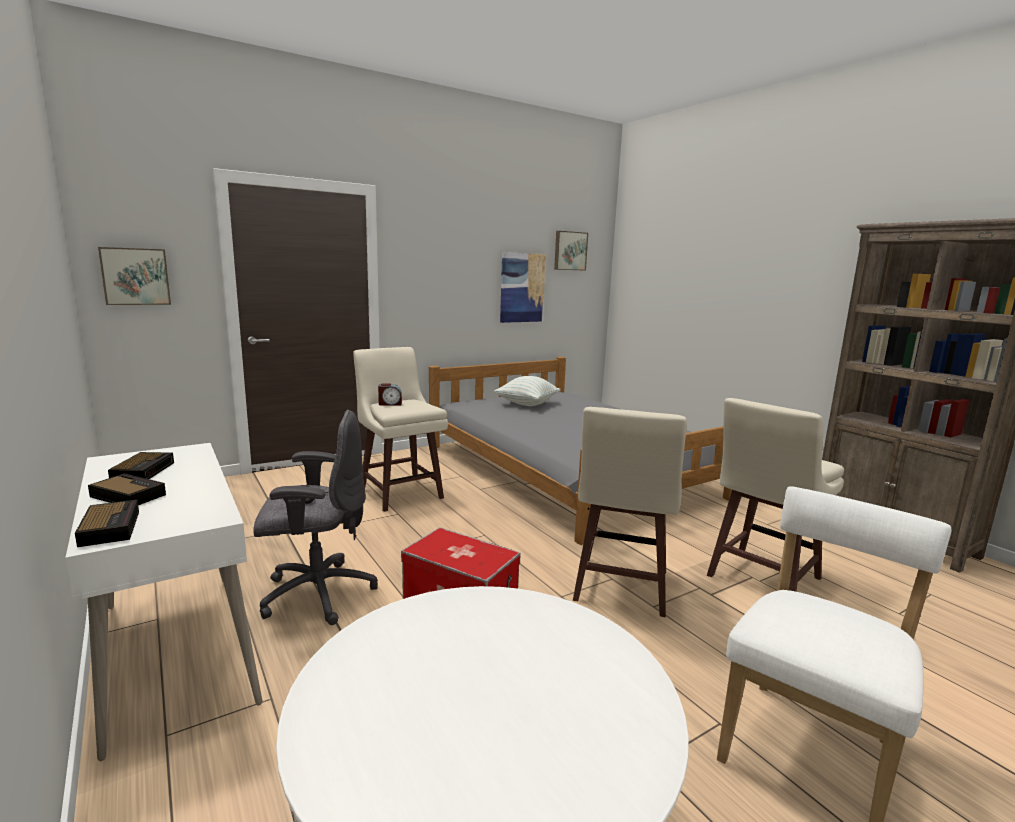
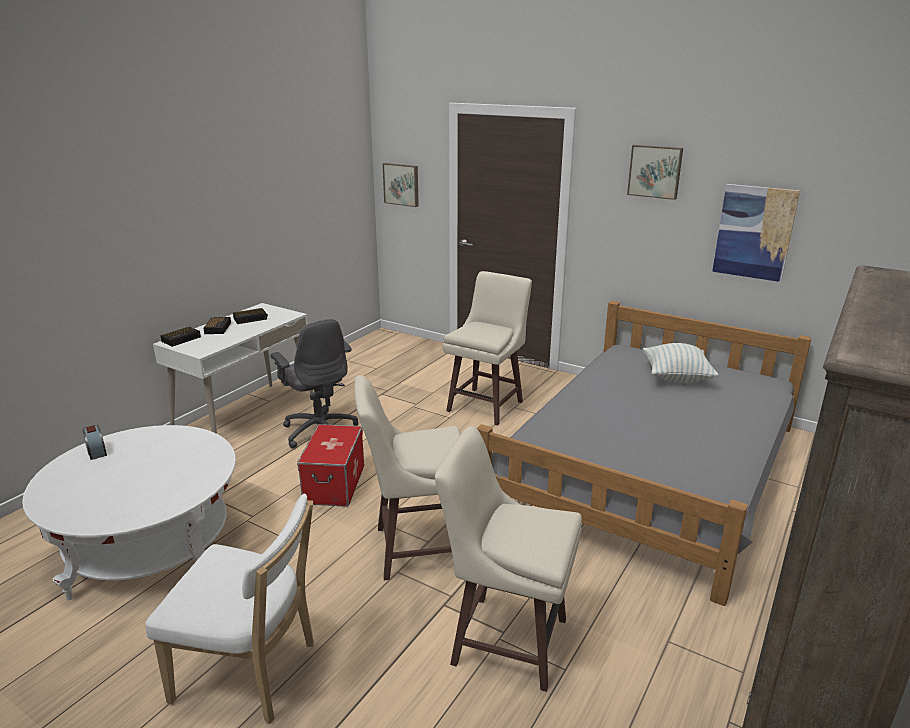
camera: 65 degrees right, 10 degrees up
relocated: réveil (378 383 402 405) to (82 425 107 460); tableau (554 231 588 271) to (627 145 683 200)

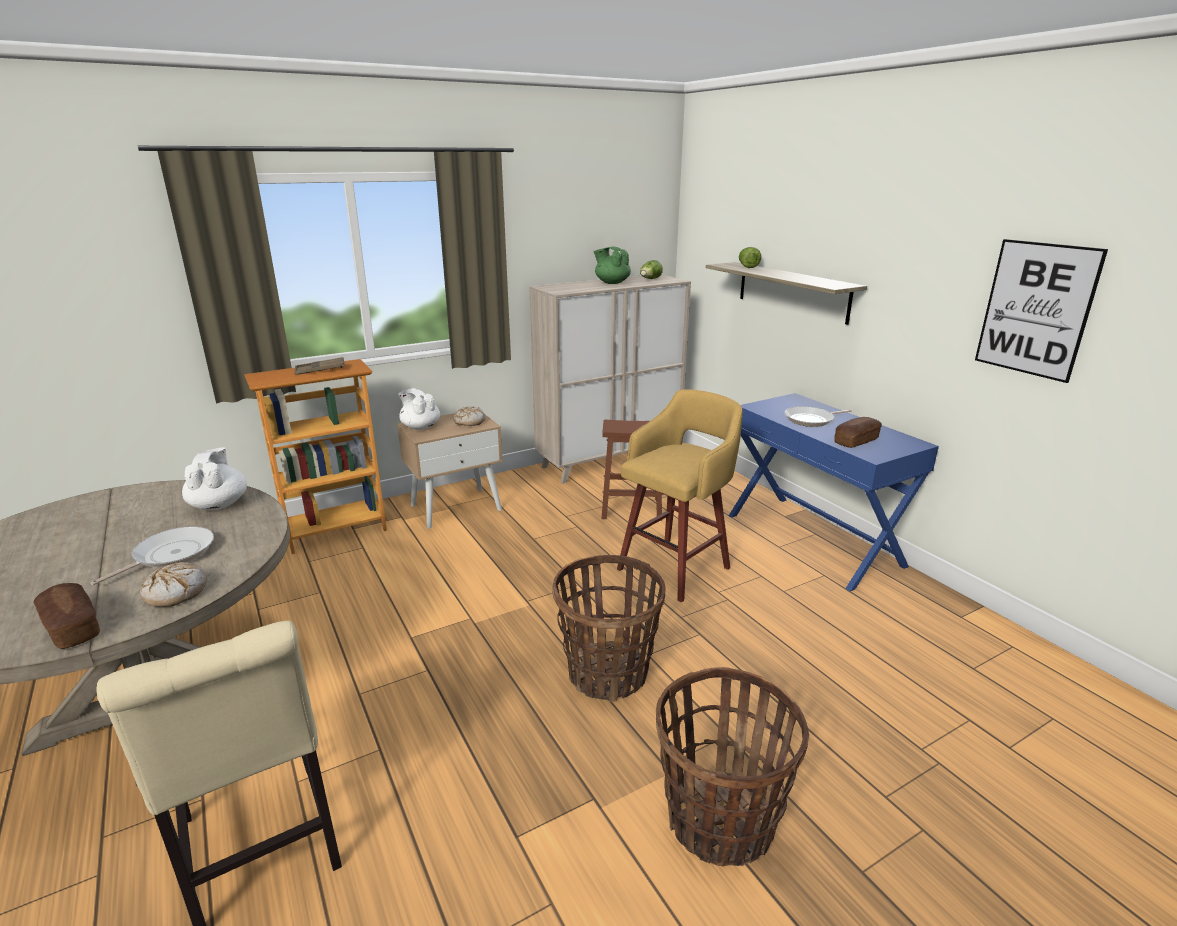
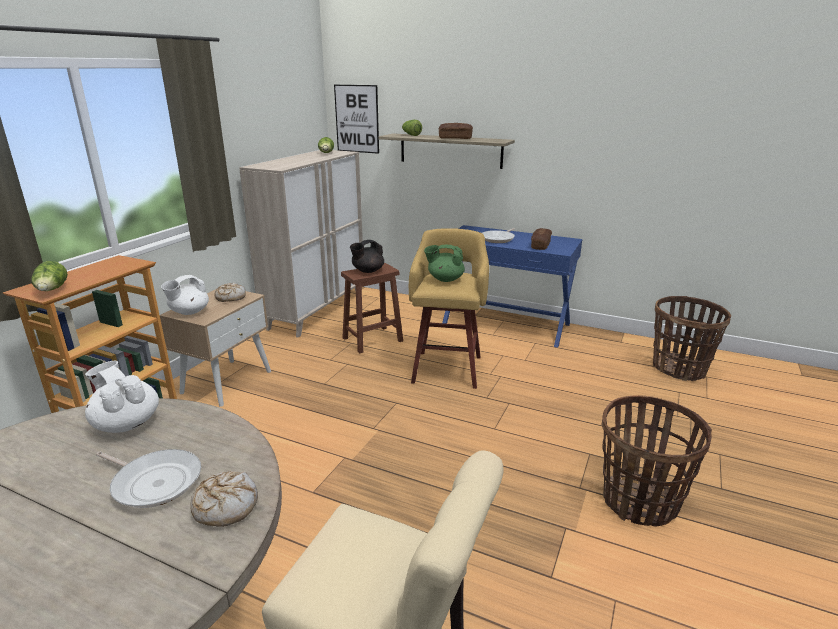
camera: 35 degrees left, 0 degrees up
missing: plateau [marron] (294 357 344 375)
appeared: laitue (31 261 68 291); théière [noir] (350 240 384 273)
relocated: pain (33 583 100 649) to (439 123 473 139); panier (552 555 666 702) to (653 296 731 381); théière [vert] (594 246 631 284) to (424 245 465 282); tableau (975 239 1108 383) to (334 85 379 154)
spun: poêle (91 526 214 585) = (96 449 201 508) 120 degrees clockwise; théière [blanc] (398 388 440 430) = (161 275 209 315) 60 degrees counterclockwise

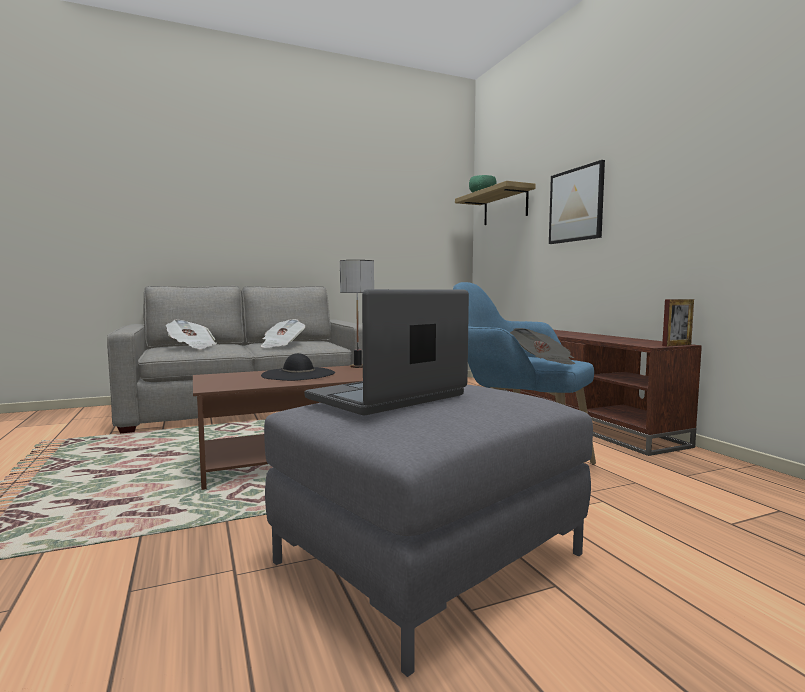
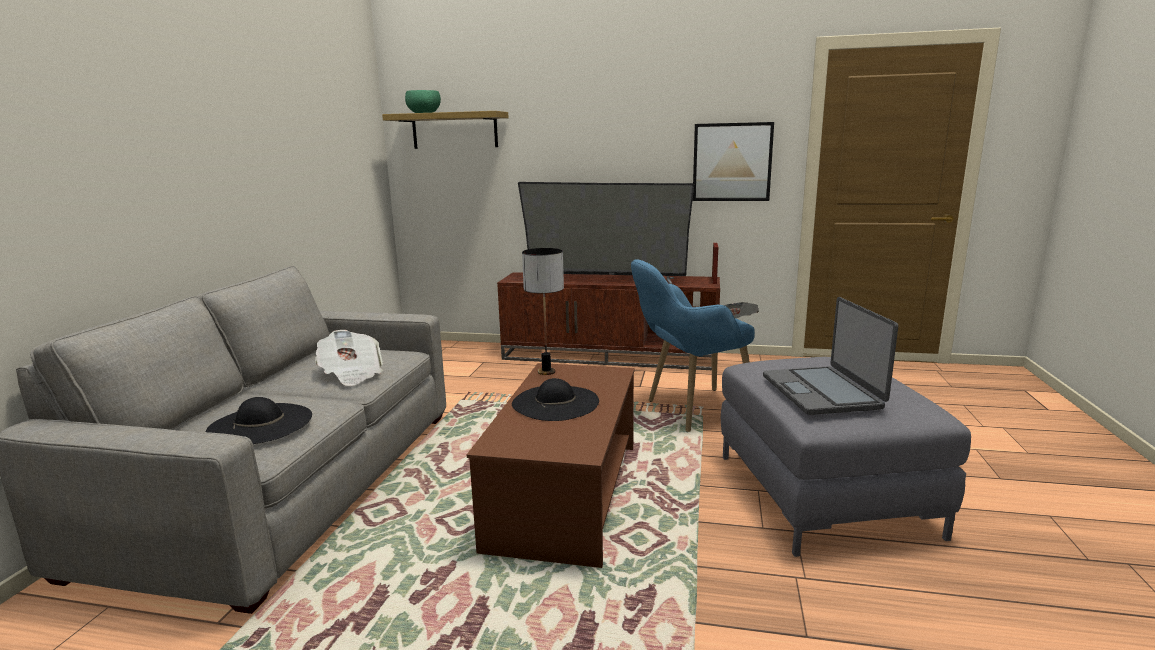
camera: 55 degrees left, 10 degrees up
appeared: téléviseur (518 182 694 284)
relocated: tableau (549 160 605 244) to (693 122 774 201)
exchanged: journal (166 320 217 349) to chapeau [noir] (206 397 312 444)

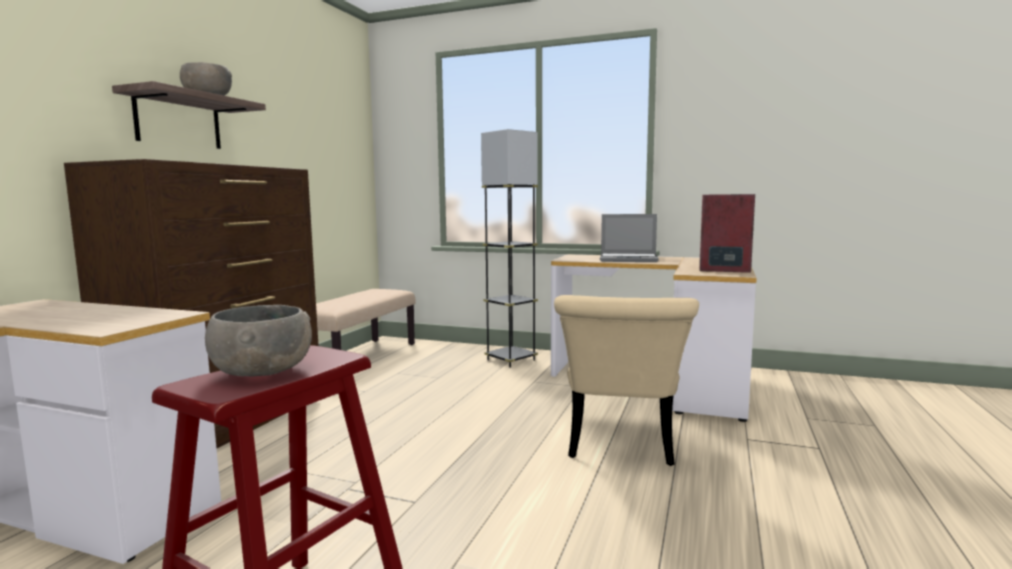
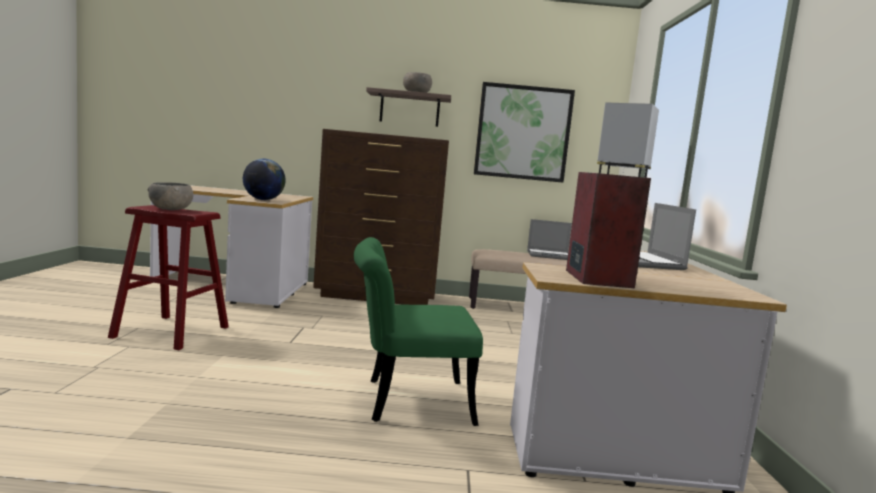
camera: 70 degrees right, 0 degrees up
appeared: globe (243 159 286 200); tableau (474 82 575 183); ordinateur portable (527 219 572 260)
colour: chaise [beige] (554 295 699 466) to chaise [vert] (354 237 483 426)

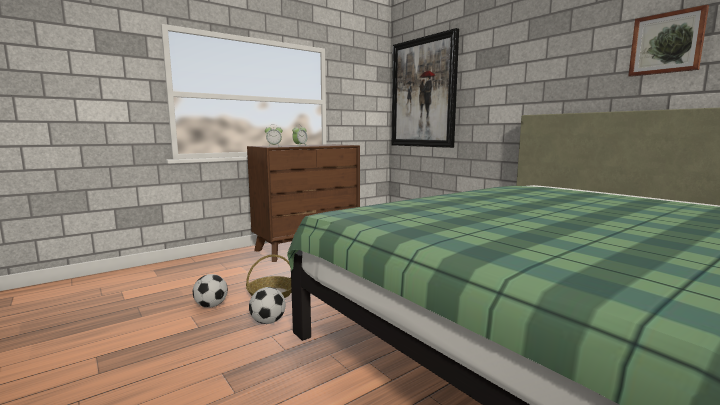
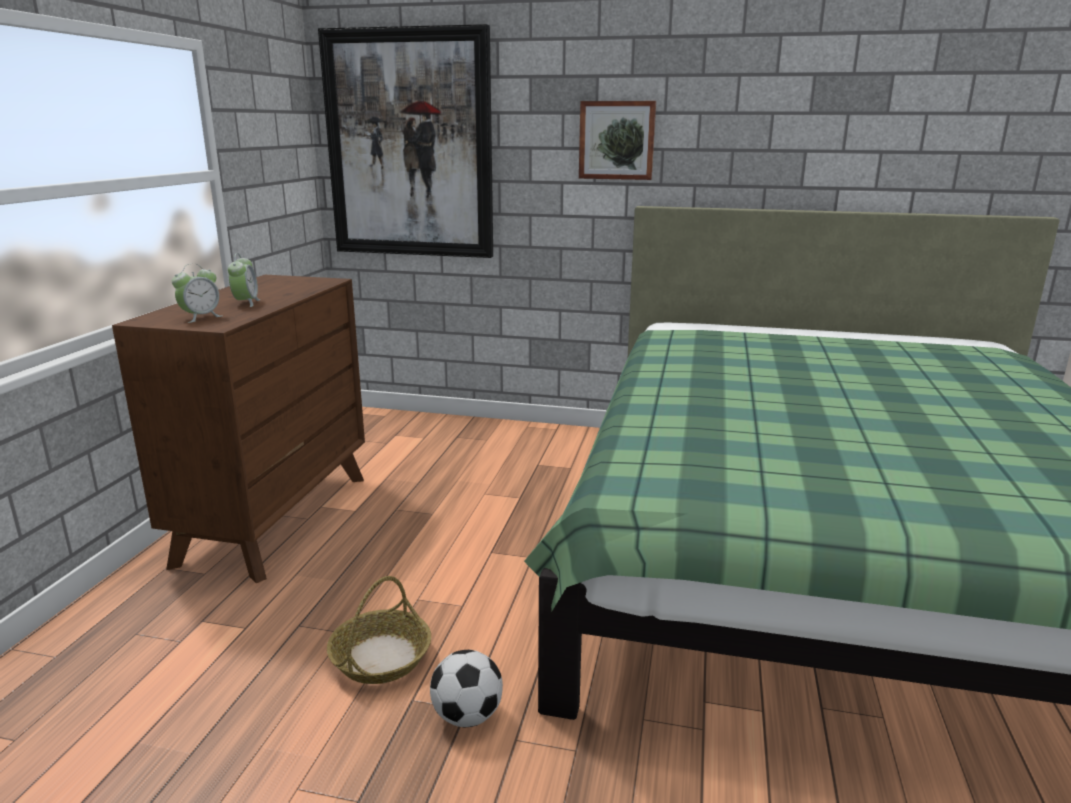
camera: 40 degrees left, 10 degrees up
missing: ballon de foot (193 274 228 308)
relocated: tableau (628 4 709 77) to (579 101 656 180)

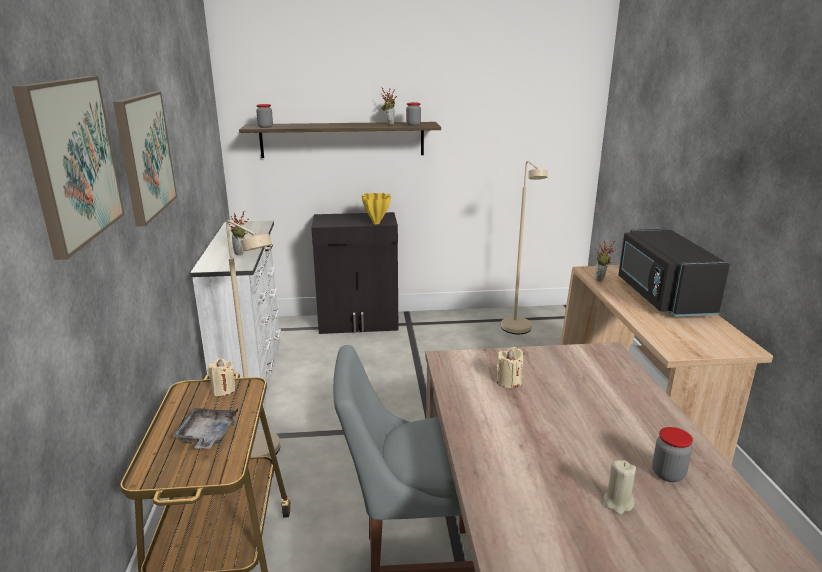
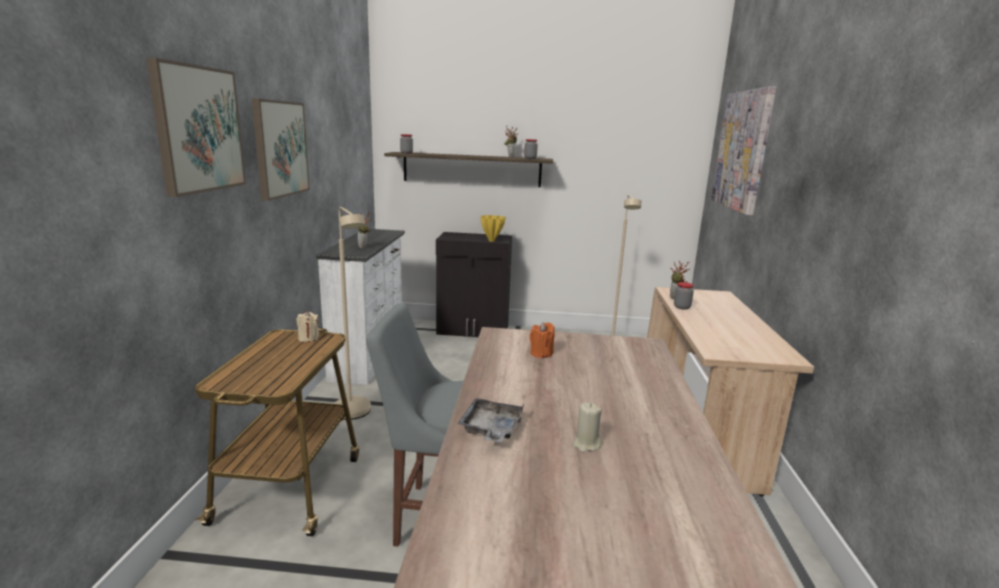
camera: 10 degrees right, 5 degrees down
missing: micro-ondes [noir] (618 229 730 317)
appeared: tableau (711 86 776 215)
relocated: plateau [gris] (172 408 238 449) to (457 398 524 442); bocal (652 427 693 482) to (674 282 694 309)
colour: bougie [beige] (496 347 523 389) to bougie [orange] (530 322 555 358)

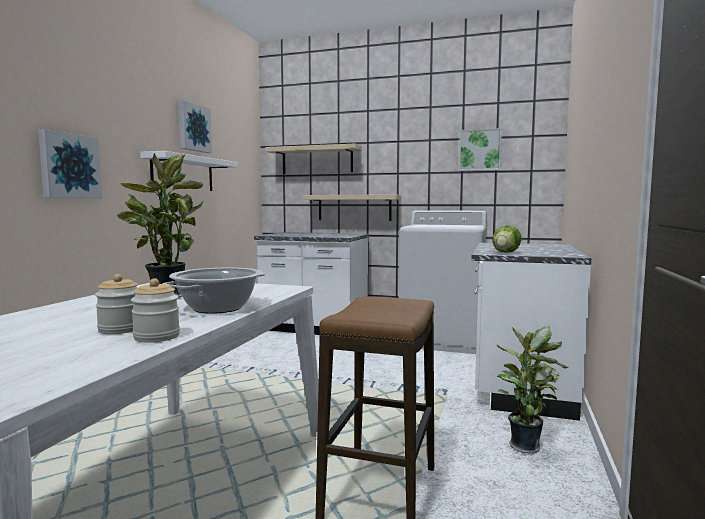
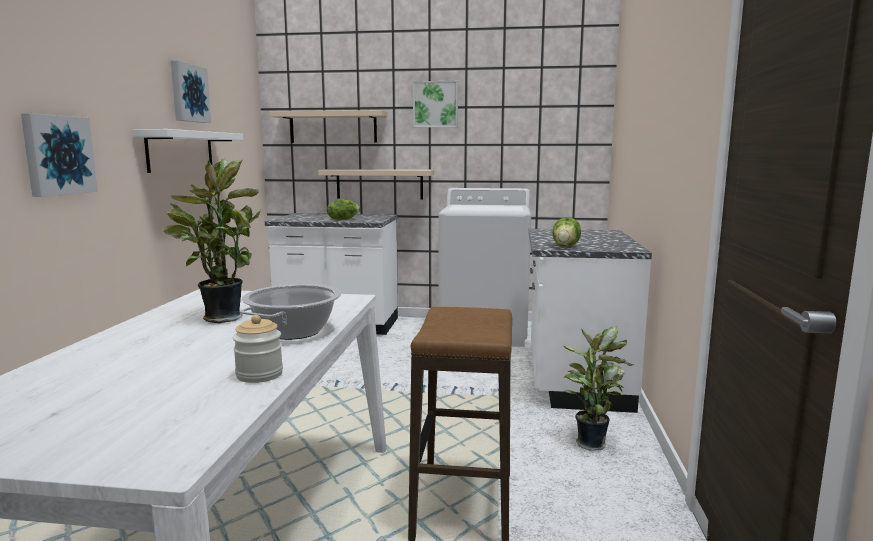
camera: 10 degrees left, 5 degrees up
missing: bocal (95 274 138 334)
appeared: laitue (327 199 360 220)
relocated: tableau (459 128 502 171) to (413 81 458 128)

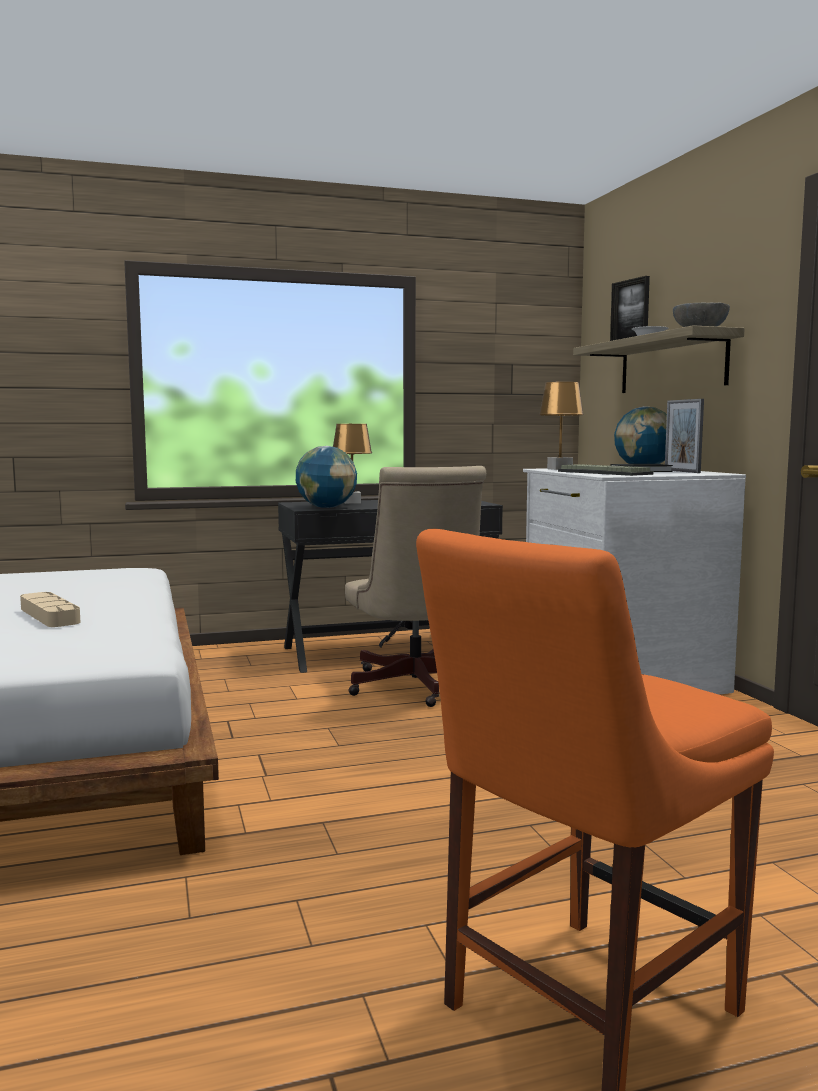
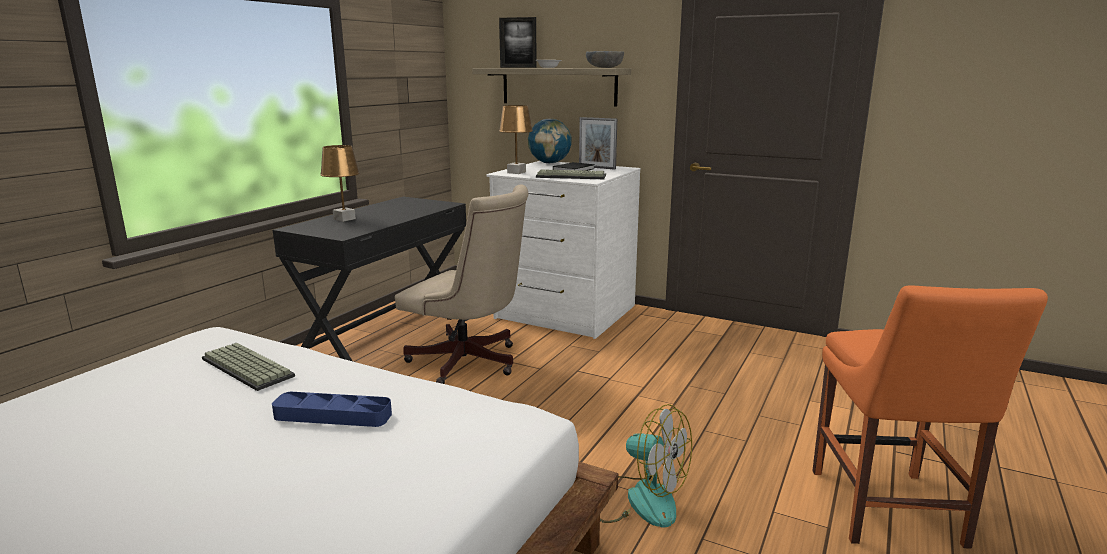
camera: 45 degrees left, 10 degrees up
missing: globe (296 446 357 508)
appeared: clavier (202 343 295 391); ventilateur (600 404 692 527)
colour: plateau [beige] (20 592 81 627) to plateau [bleu] (272 392 392 427)

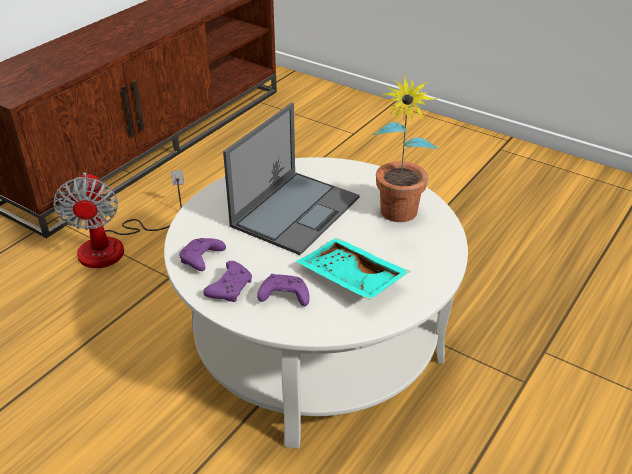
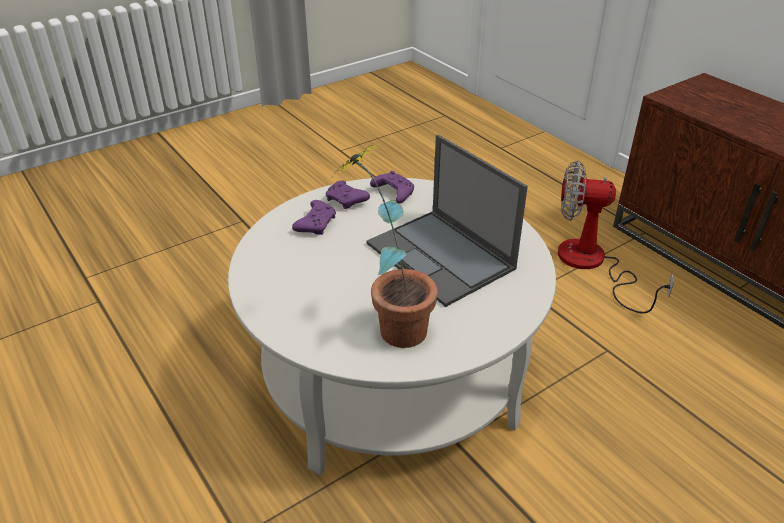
camera: 110 degrees right, 0 degrees up
missing: plateau [turquoise] (296 238 410 300)

